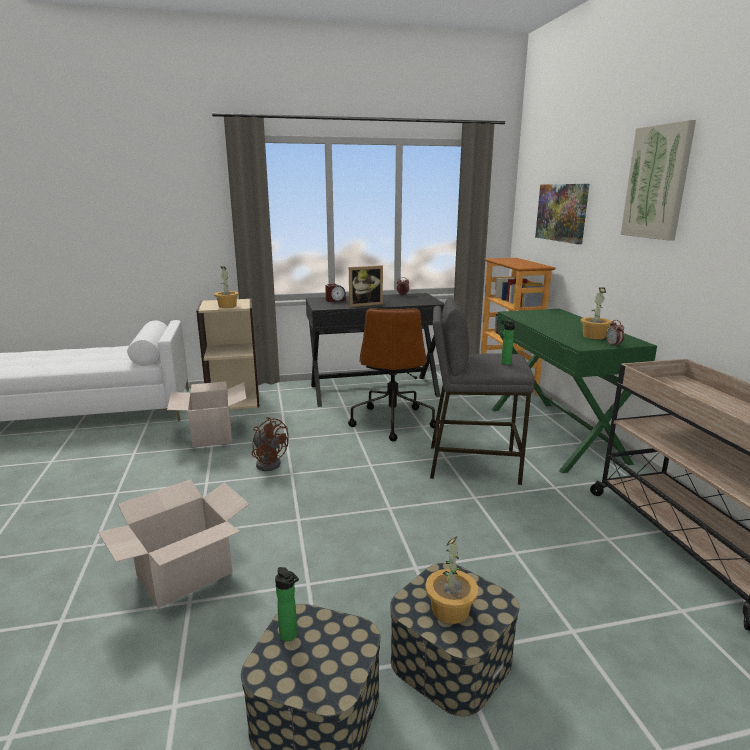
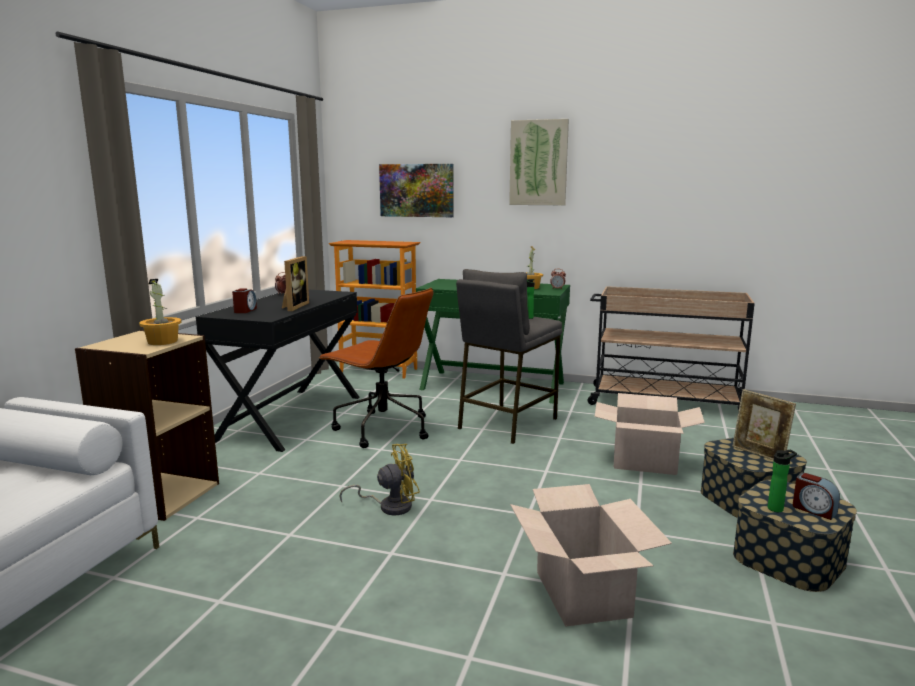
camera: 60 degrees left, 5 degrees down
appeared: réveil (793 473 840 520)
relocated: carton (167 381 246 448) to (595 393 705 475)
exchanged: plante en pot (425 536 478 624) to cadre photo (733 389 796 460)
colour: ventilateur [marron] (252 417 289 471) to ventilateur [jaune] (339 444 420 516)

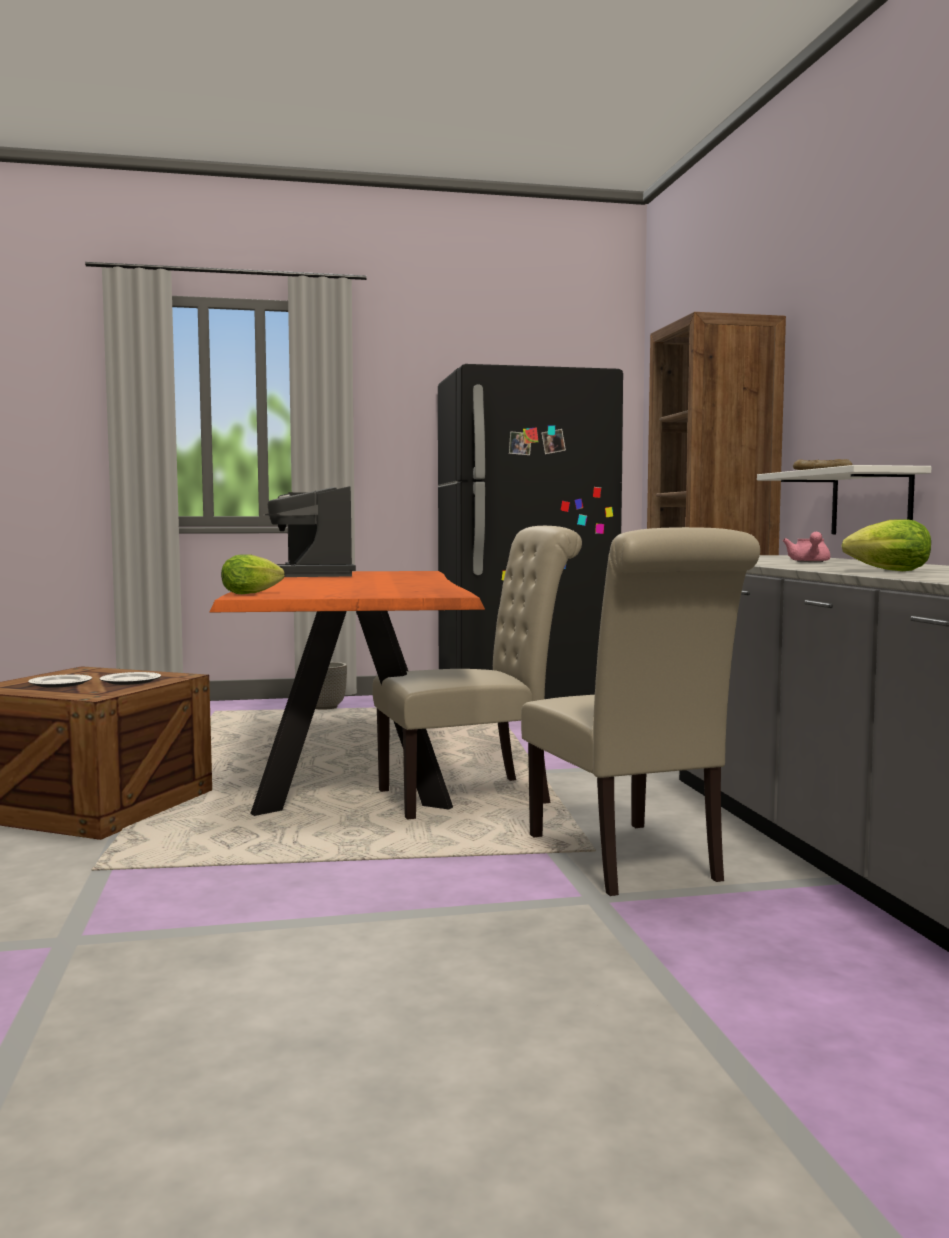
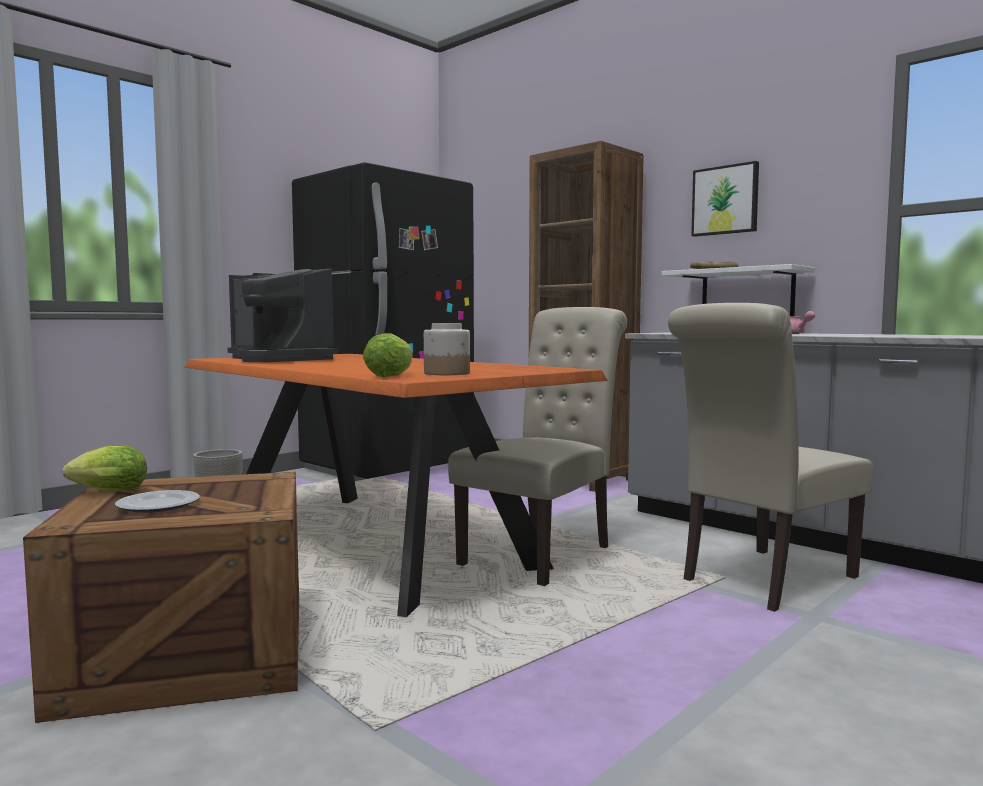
camera: 35 degrees left, 0 degrees up
missing: assiette (100 672 161 685)
appeared: bocal (424 323 470 375); tableau (691 161 759 237)
relocated: laitue (841 519 931 571) to (63 445 147 492)
spun: chaise [beige] (521 527 760 896) = (668 303 873 612) 105 degrees clockwise

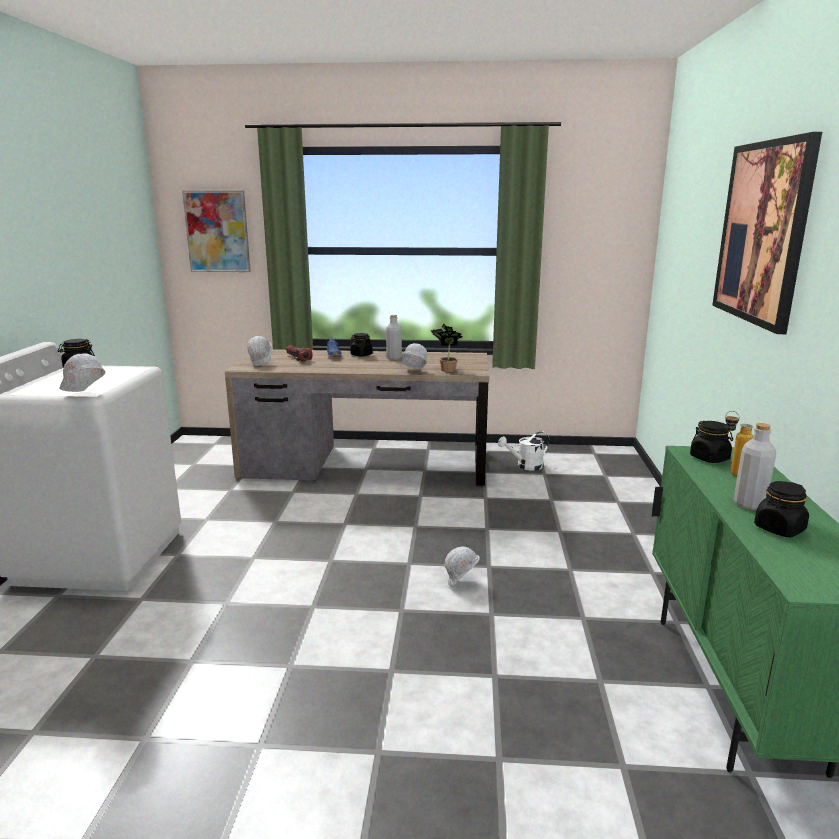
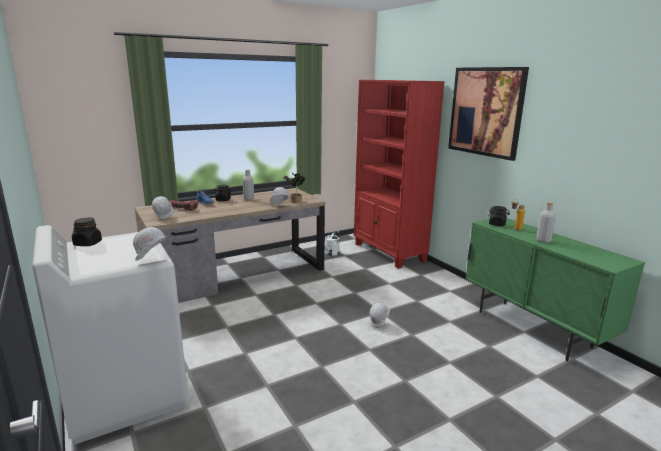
camera: 35 degrees left, 0 degrees up
missing: tableau (182 190 251 272); bocal [noir] (754 481 809 537)
appeared: bibliothèque [rouge] (354 80 445 269)

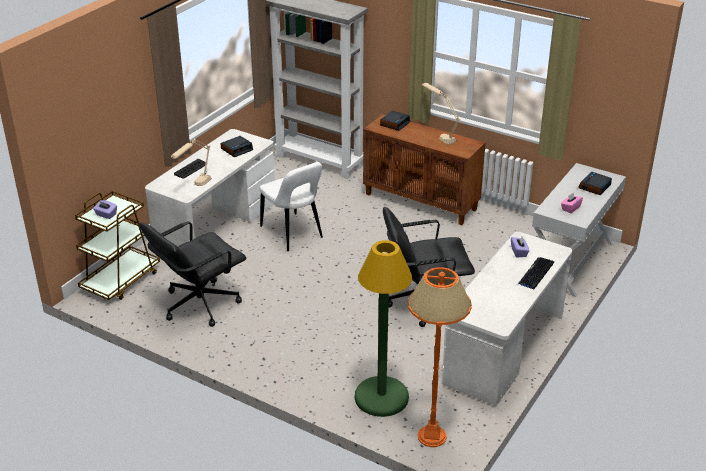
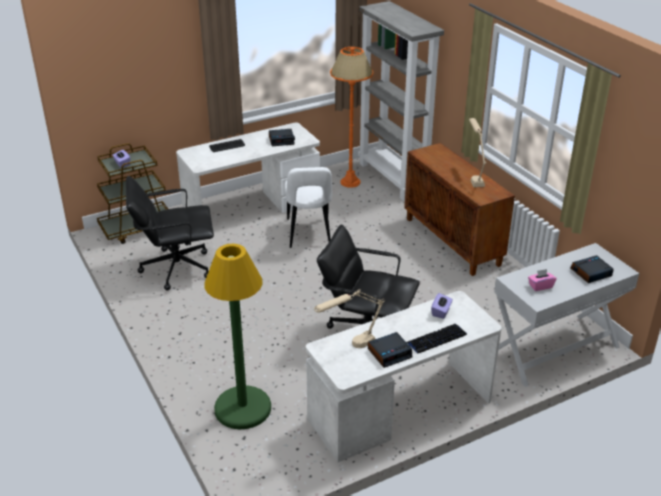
camera: 30 degrees right, 0 degrees up
relocated: lampe de table [beige] (171 138 212 186) to (314 289 384 348); réveil (380 111 410 131) to (368 332 412 368); lampadaire [orange] (408 267 472 447) to (330 47 373 188)

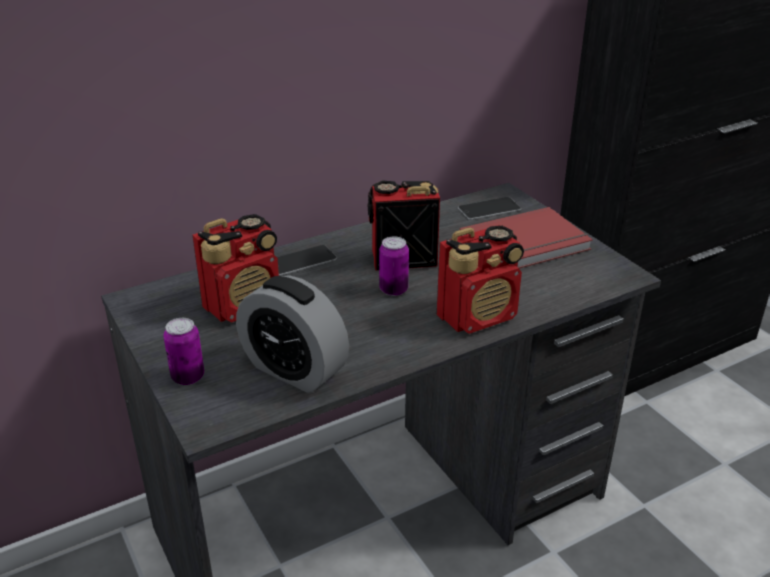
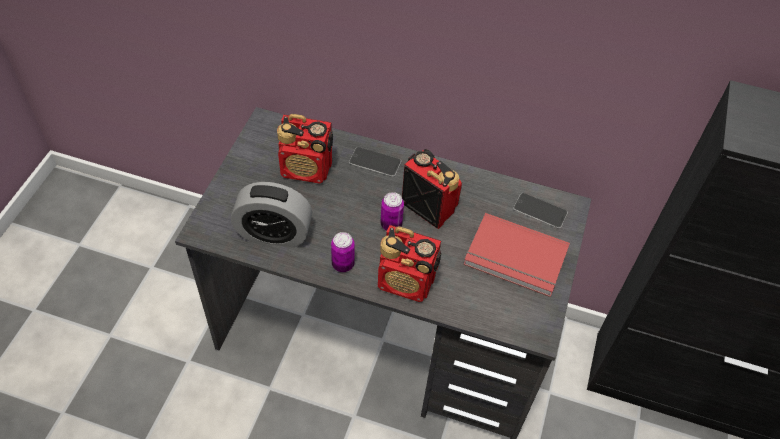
camera: 45 degrees right, 20 degrees up
relocated: boîte métallique (163 318 204 385) to (331 232 355 272)
spun: réveil (236 275 349 393) = (231 182 312 248) 75 degrees counterclockwise

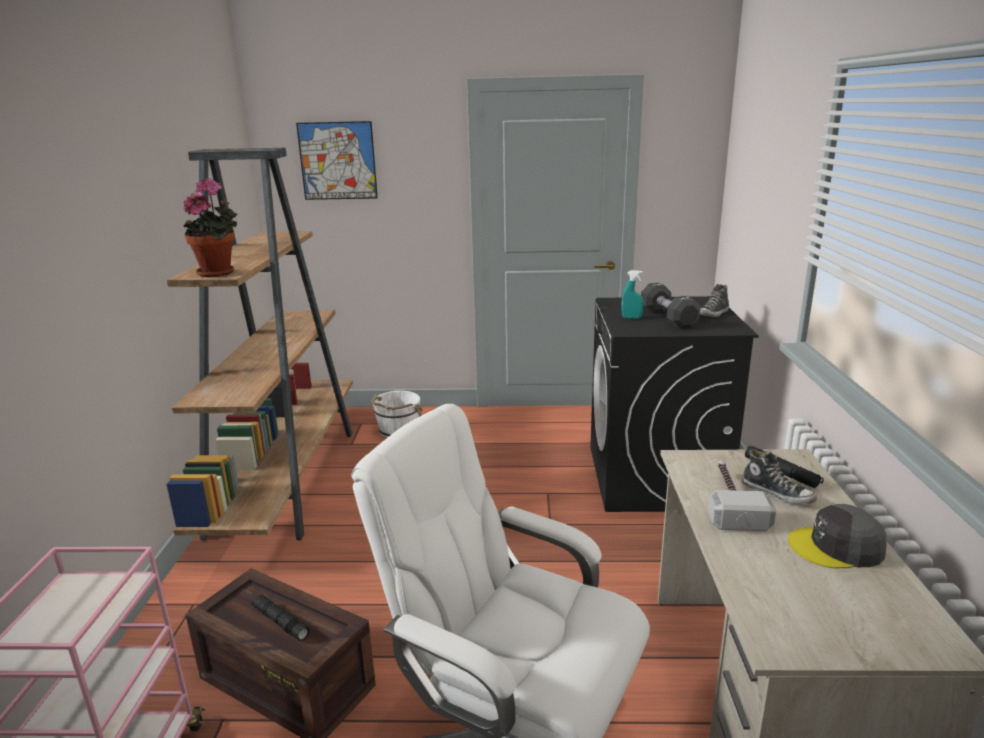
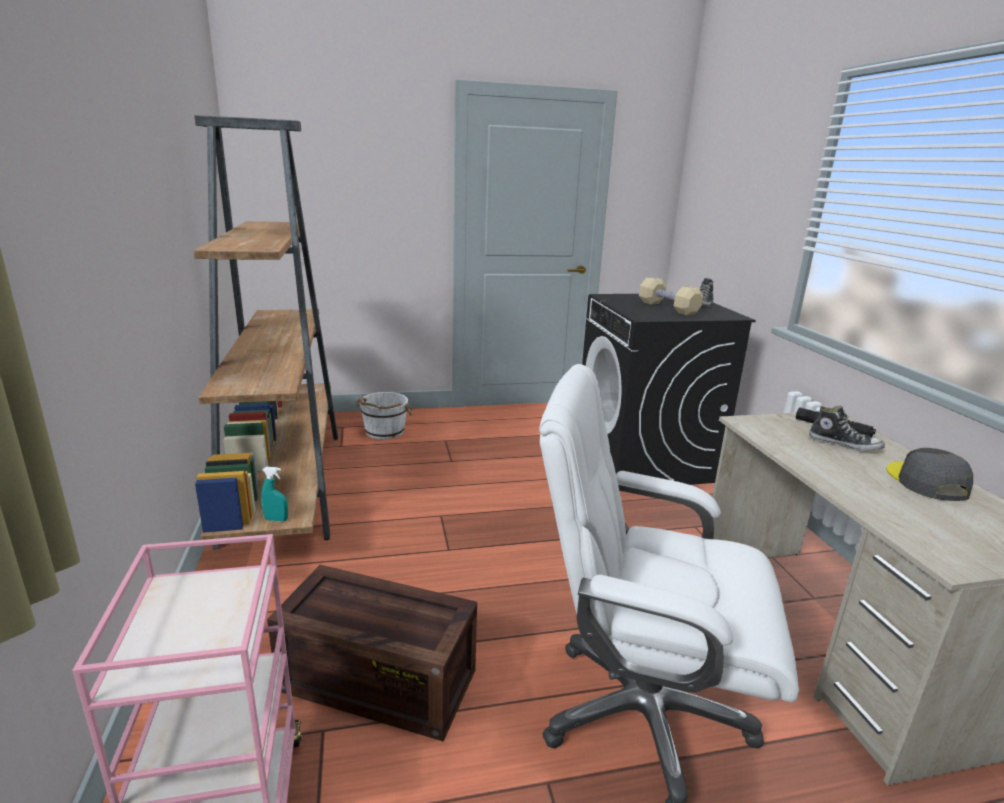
camera: 15 degrees left, 0 degrees up
missing: plante en pot (184 178 237 277); lampe de poche [noir] (251 594 310 641); tableau (296 121 378 200); marteau (708 460 776 531)
relocated: vaporisateur [turquoise] (622 270 644 319) to (261 467 288 522)
colour: haltère [noir] (641 283 700 328) to haltère [beige] (639 277 703 316)
spun: casquette [gris] (788 504 887 568) = (887 448 973 501) 105 degrees clockwise

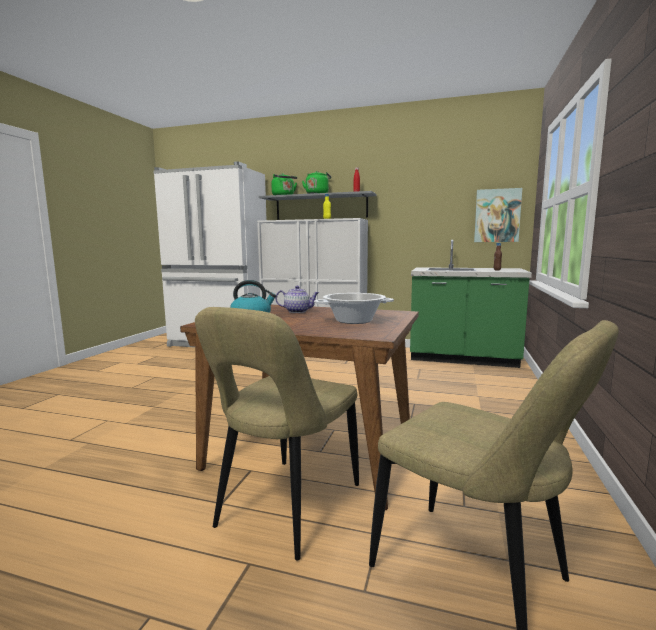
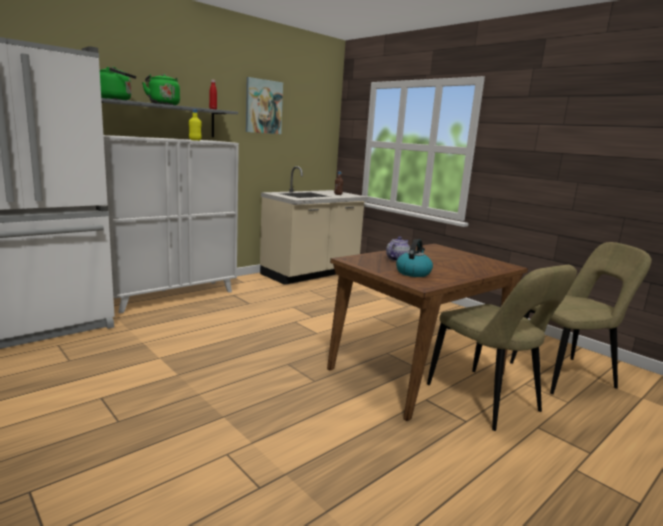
camera: 60 degrees left, 5 degrees up
missing: marmite (314 293 394 324)
relocated: tableau (474 188 522 242) to (246 77 283 134)
colour: comptoir de cuisine [vert] (410 240 532 368) to comptoir de cuisine [beige] (260 166 368 285)

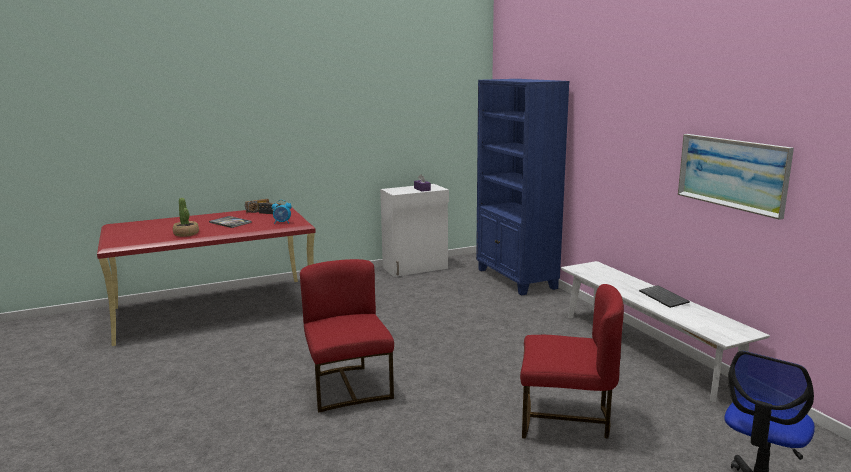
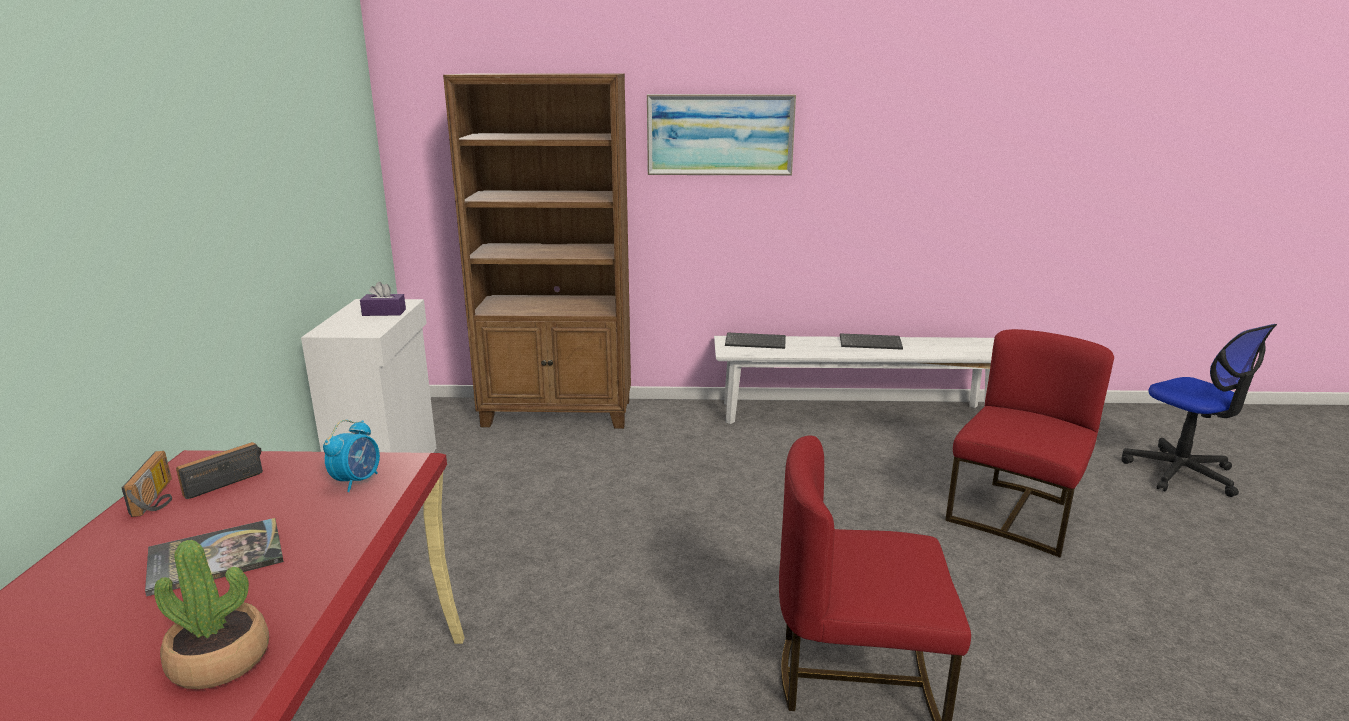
camera: 65 degrees left, 5 degrees up
appeared: clavier (725 332 786 349)
relocated: tableau (678 134 794 220) to (647 94 796 175)
colour: bibliothèque [bleu] (476 79 570 296) to bibliothèque [marron] (443 74 631 429)

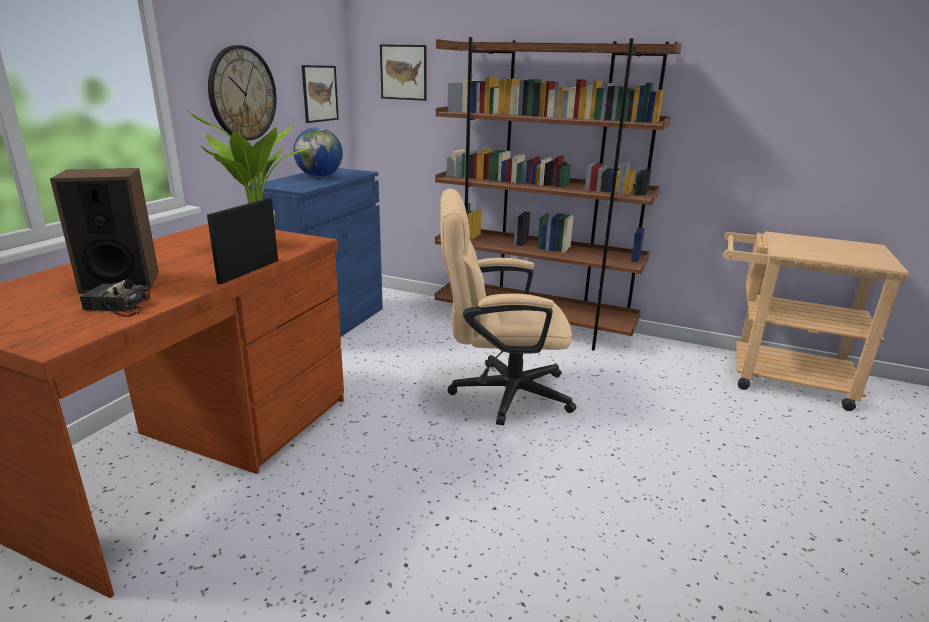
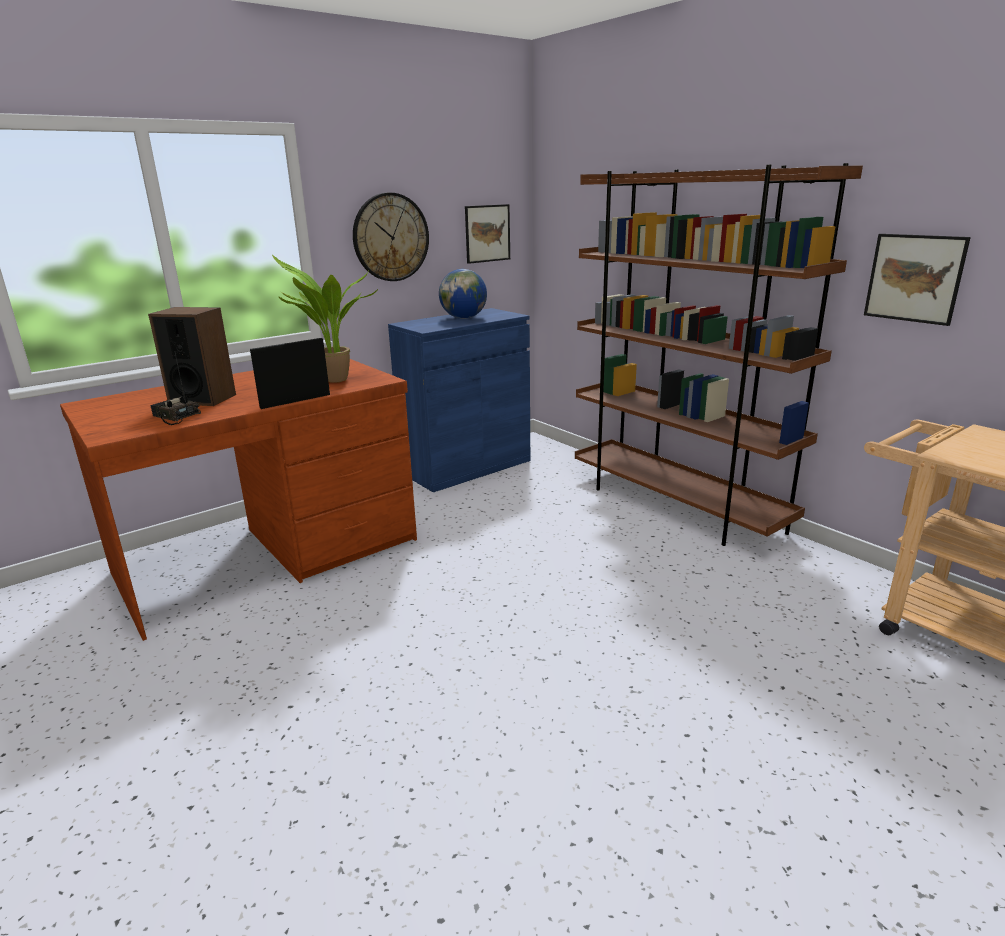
camera: 30 degrees right, 0 degrees up
missing: chaise de bureau [beige] (440 188 576 426)
relocated: tableau (380 44 426 101) to (864 234 971 326)

